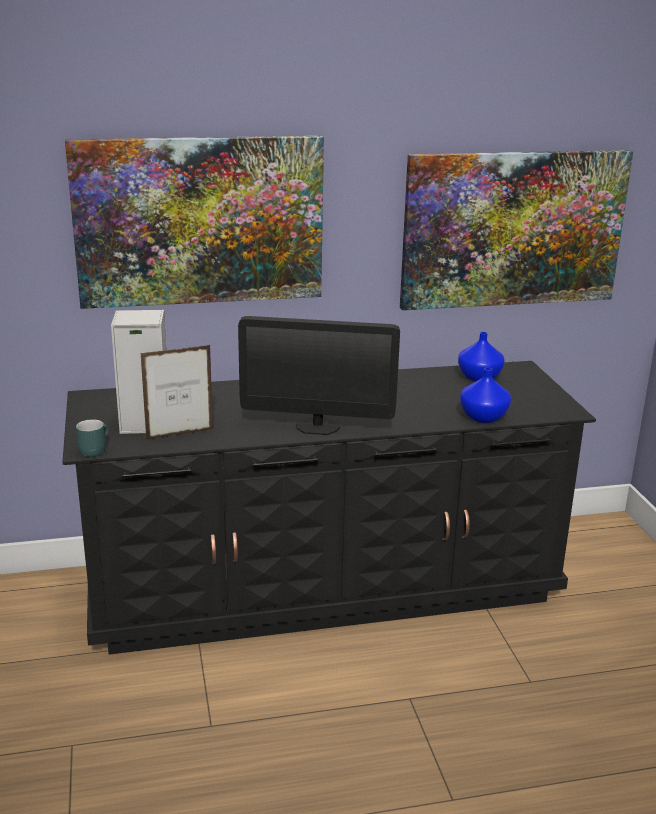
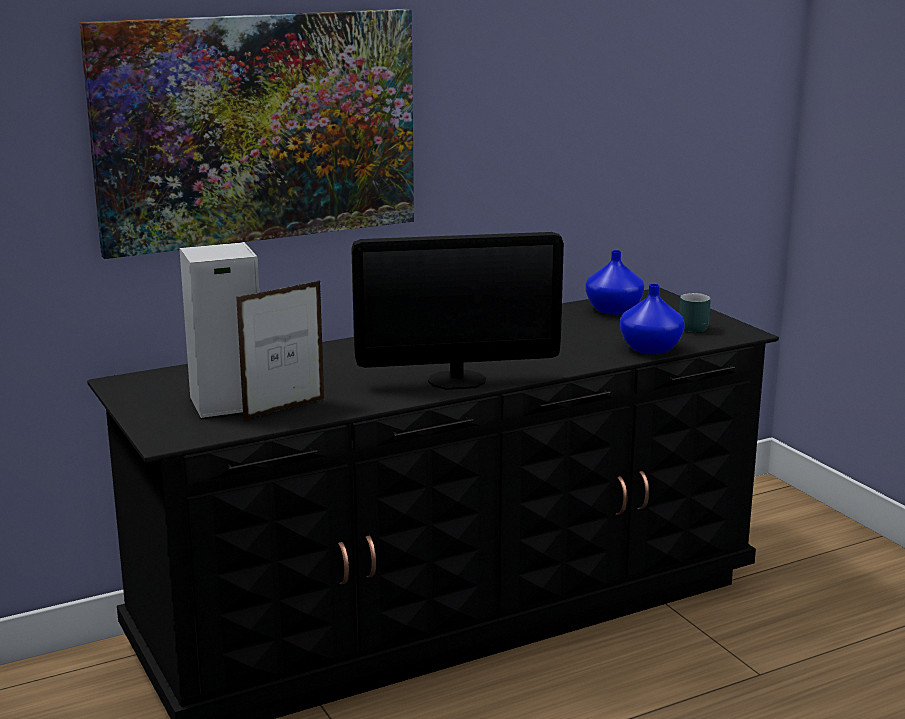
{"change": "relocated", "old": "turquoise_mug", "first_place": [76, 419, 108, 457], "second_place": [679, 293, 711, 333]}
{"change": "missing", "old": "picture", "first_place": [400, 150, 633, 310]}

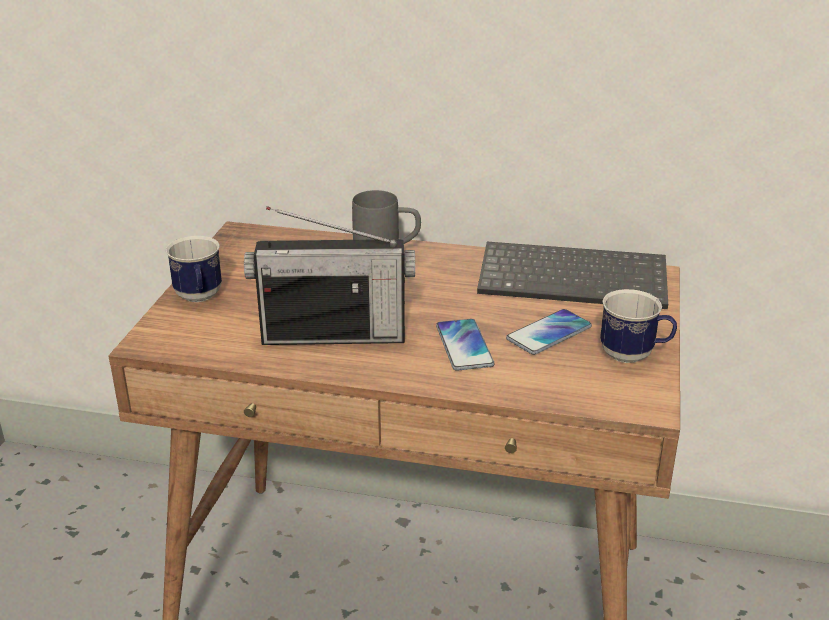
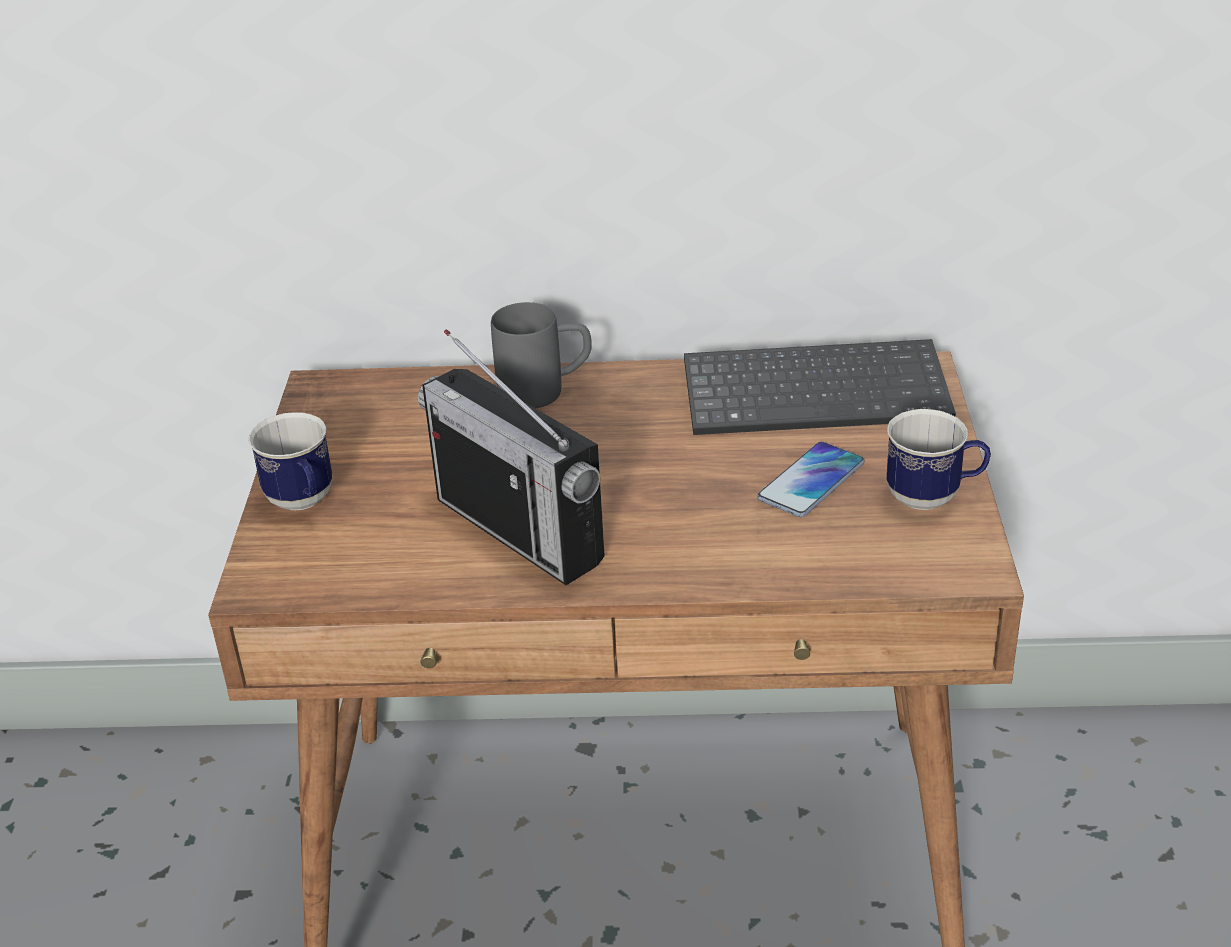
{"change": "spun", "old": "radio", "first_place": [244, 206, 415, 345], "second_place": [418, 329, 605, 585], "degrees": 60}
{"change": "missing", "old": "phone", "first_place": [436, 319, 495, 370]}

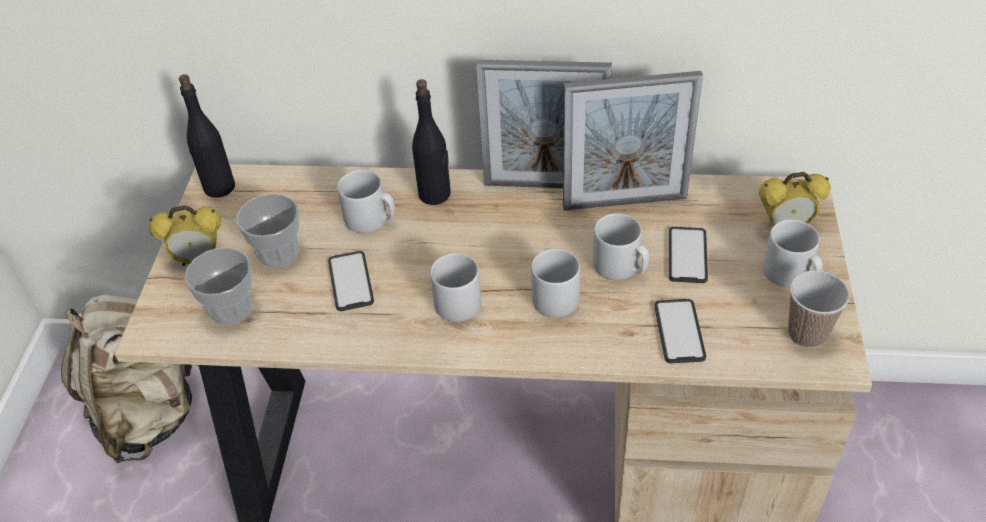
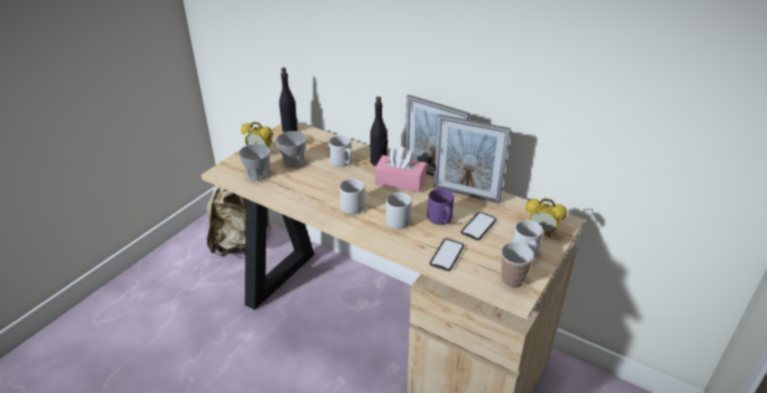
{"change": "missing", "old": "phone", "first_place": [328, 251, 374, 311]}
{"change": "colour", "old": "grey_mug", "new": "purple_mug", "first_place": [593, 213, 649, 280], "second_place": [427, 189, 454, 225]}
{"change": "appeared", "new": "pink_tissue_box", "second_place": [375, 147, 427, 192]}

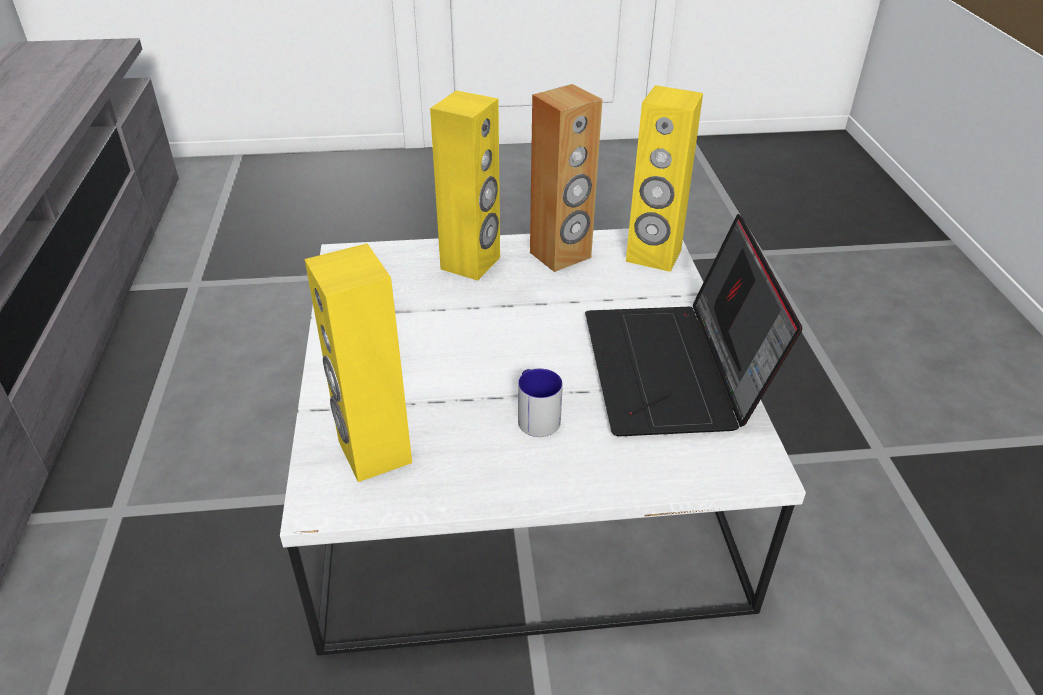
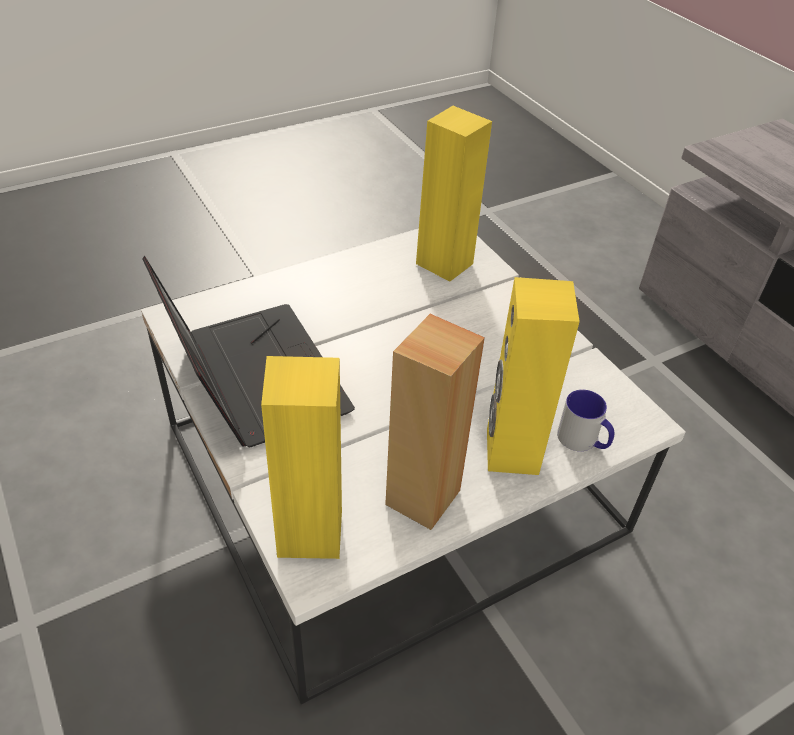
{"change": "relocated", "old": "mug", "first_place": [518, 369, 563, 437], "second_place": [557, 390, 614, 451]}

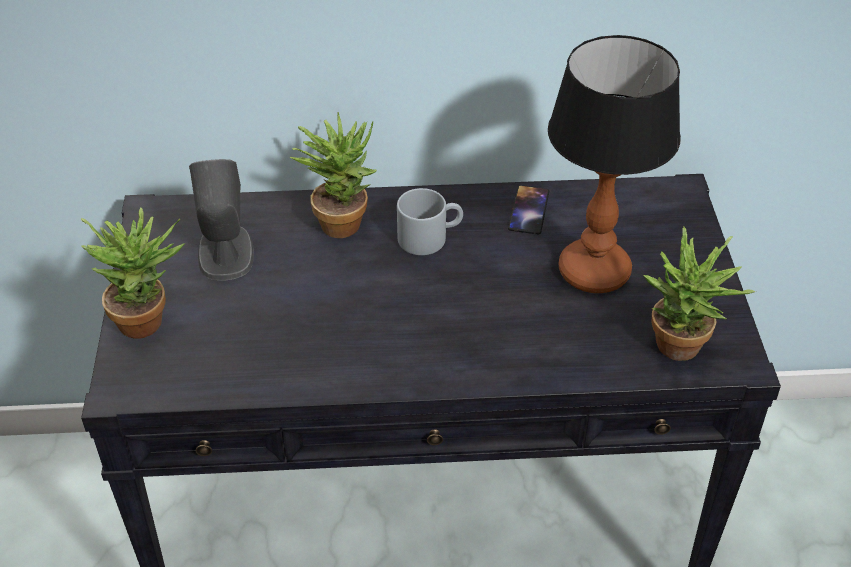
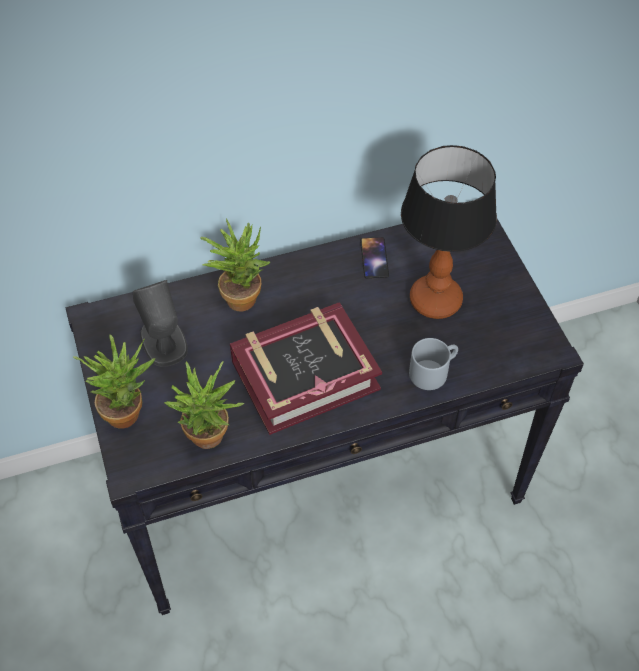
{"change": "relocated", "old": "grey_mug", "first_place": [397, 188, 463, 255], "second_place": [409, 338, 458, 390]}
{"change": "relocated", "old": "potted_plant", "first_place": [643, 227, 756, 361], "second_place": [164, 361, 245, 449]}
{"change": "appeared", "new": "book", "second_place": [230, 302, 382, 435]}

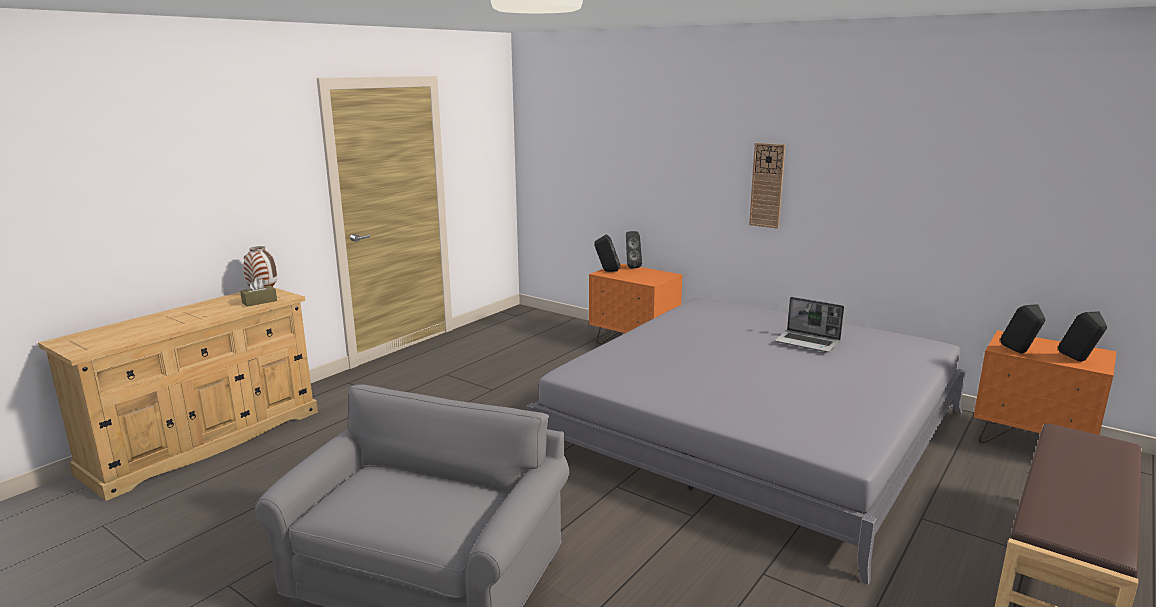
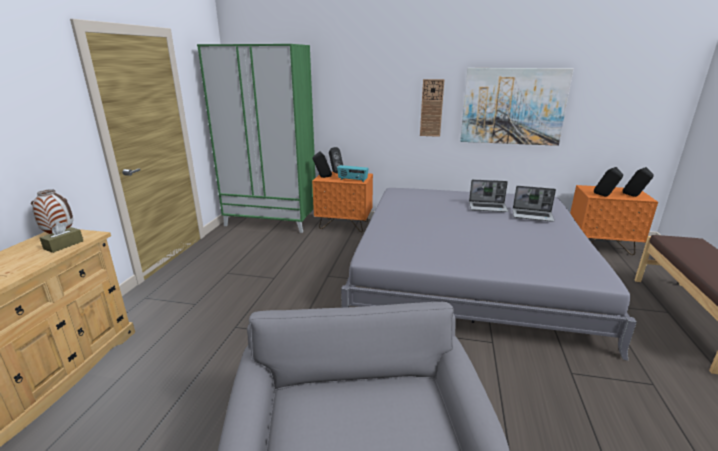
{"change": "appeared", "new": "green_wardrobe", "second_place": [197, 44, 316, 233]}
{"change": "appeared", "new": "radio", "second_place": [337, 165, 369, 182]}
{"change": "appeared", "new": "picture", "second_place": [460, 68, 574, 146]}
{"change": "appeared", "new": "laptop", "second_place": [513, 186, 556, 222]}

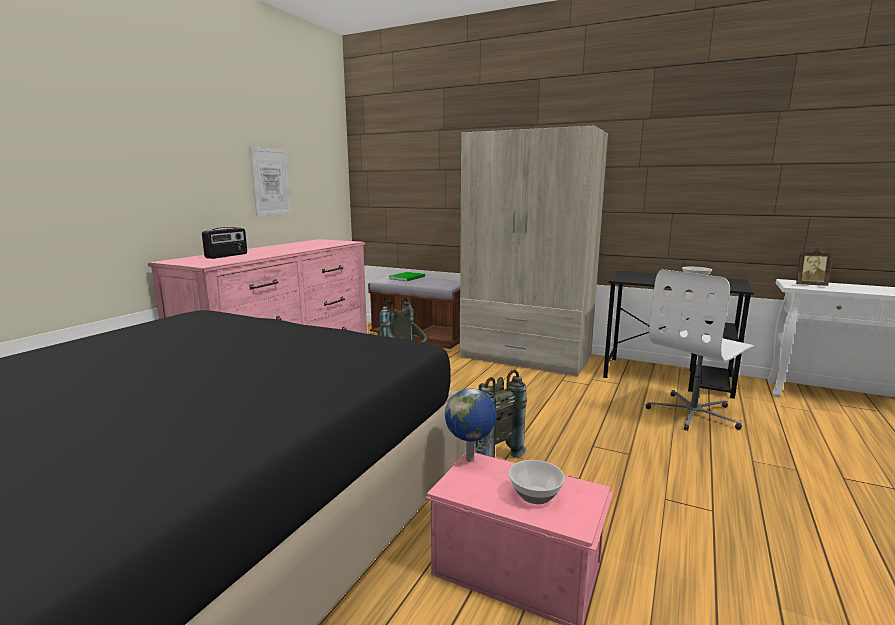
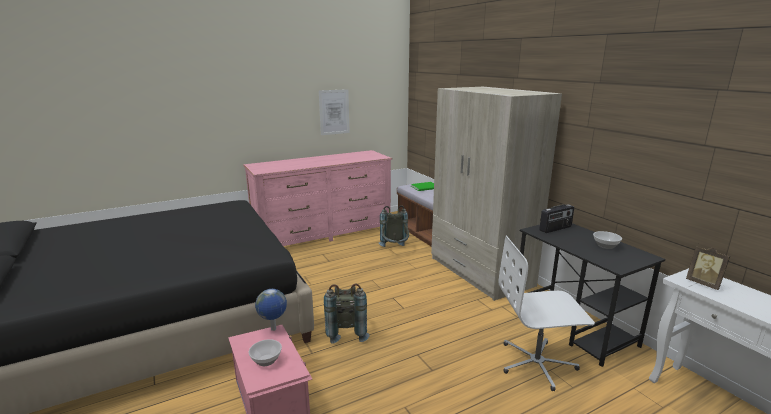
{"change": "relocated", "old": "radio", "first_place": [202, 227, 247, 259], "second_place": [539, 204, 574, 233]}

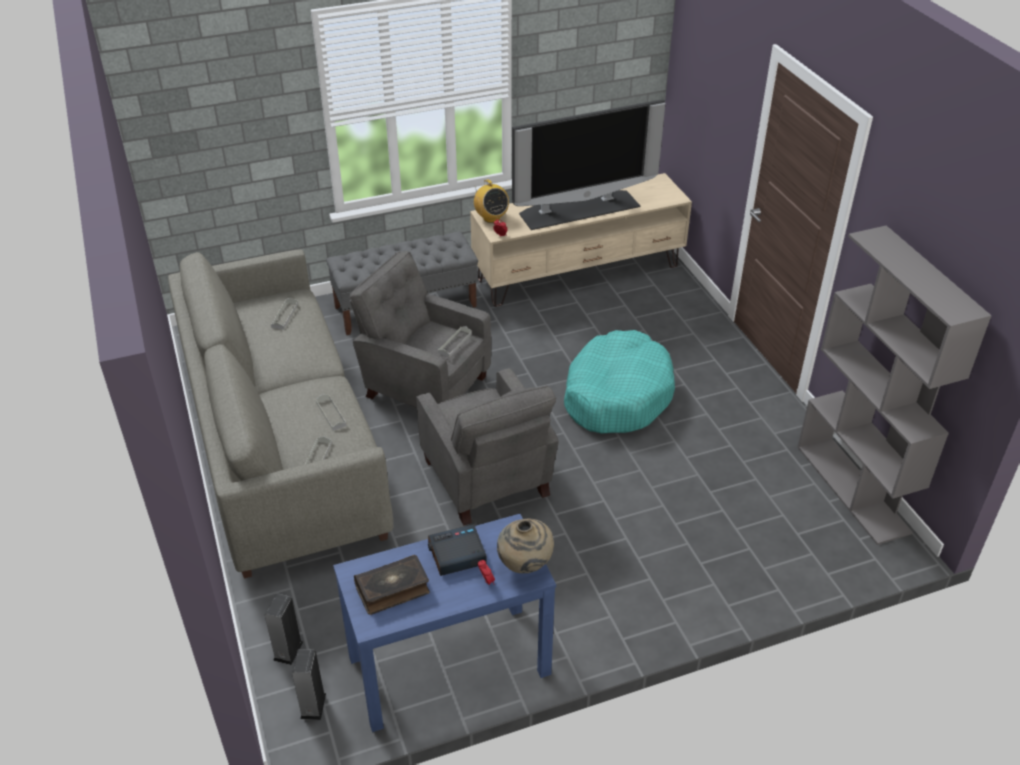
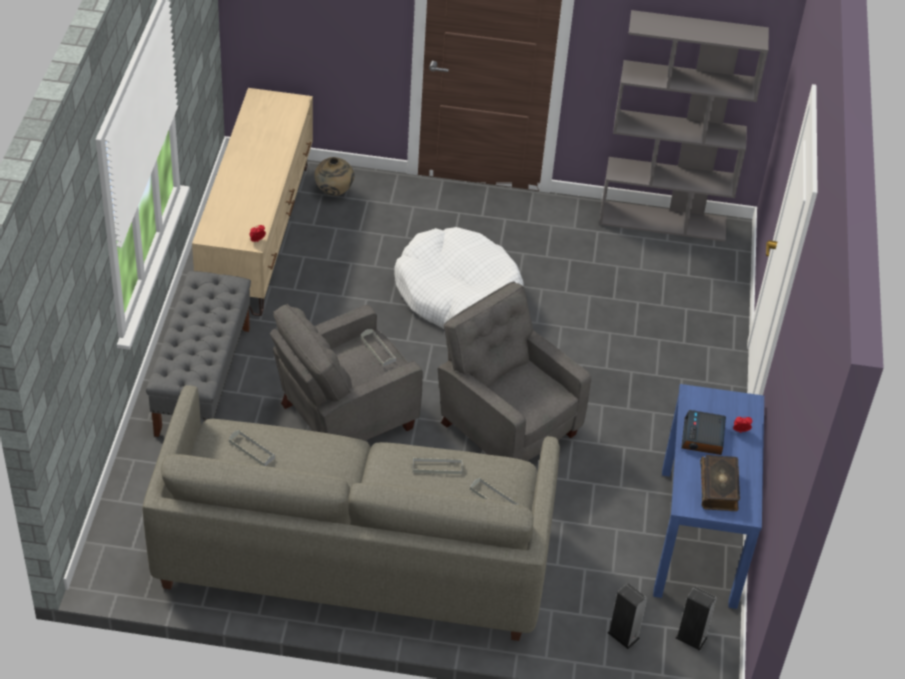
{"change": "spun", "old": "grey_armchair", "first_place": [416, 368, 559, 525], "second_place": [438, 281, 591, 461], "degrees": -135}
{"change": "missing", "old": "radio", "first_place": [474, 179, 509, 223]}
{"change": "relocated", "old": "beige_vase", "first_place": [497, 519, 554, 573], "second_place": [314, 157, 354, 196]}
{"change": "missing", "old": "television", "first_place": [512, 99, 666, 230]}
{"change": "colour", "old": "turquoise_dog_bed", "new": "white_dog_bed", "first_place": [564, 330, 675, 434], "second_place": [395, 227, 524, 329]}

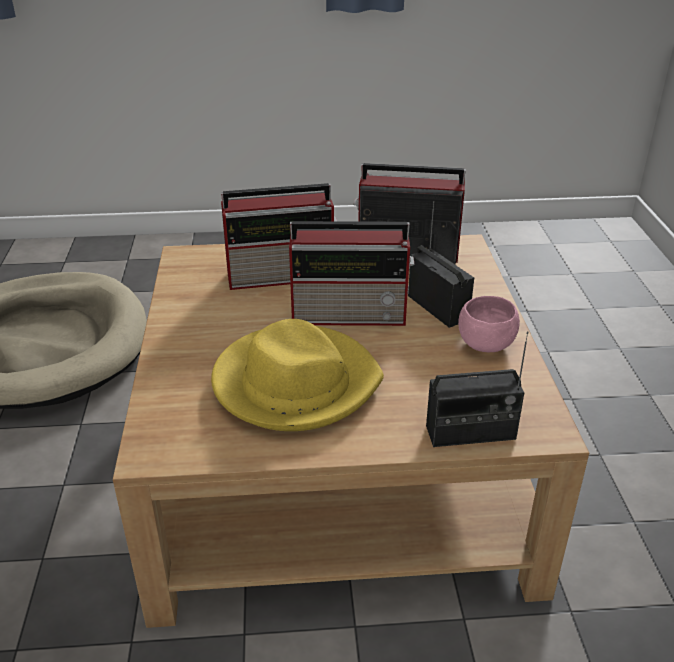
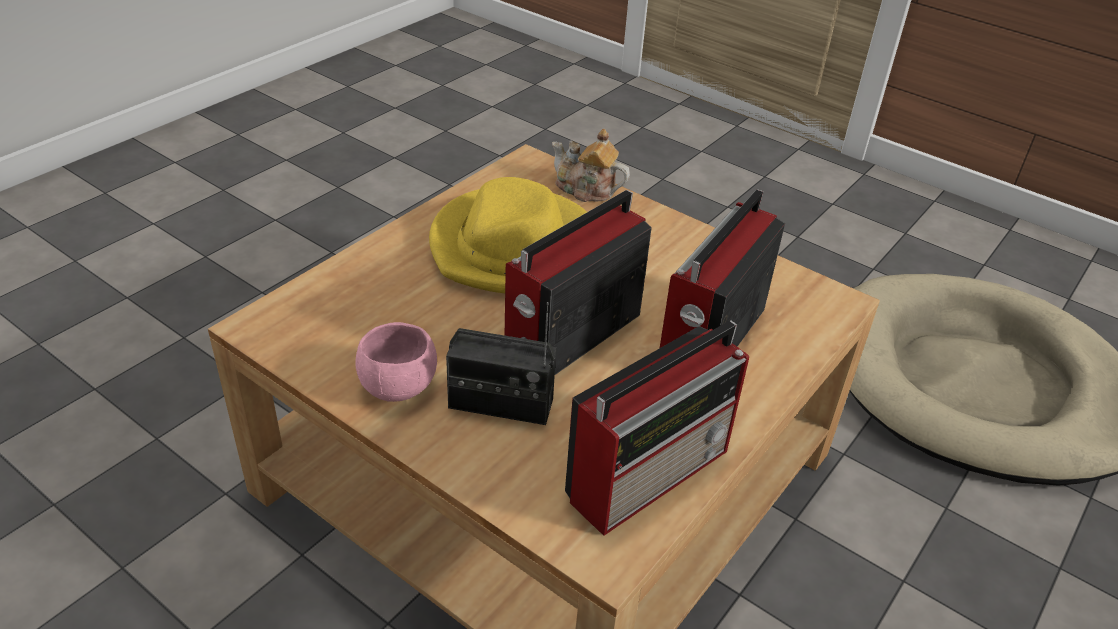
{"change": "missing", "old": "radio", "first_place": [426, 331, 528, 447]}
{"change": "appeared", "new": "teapot", "second_place": [552, 129, 630, 202]}

